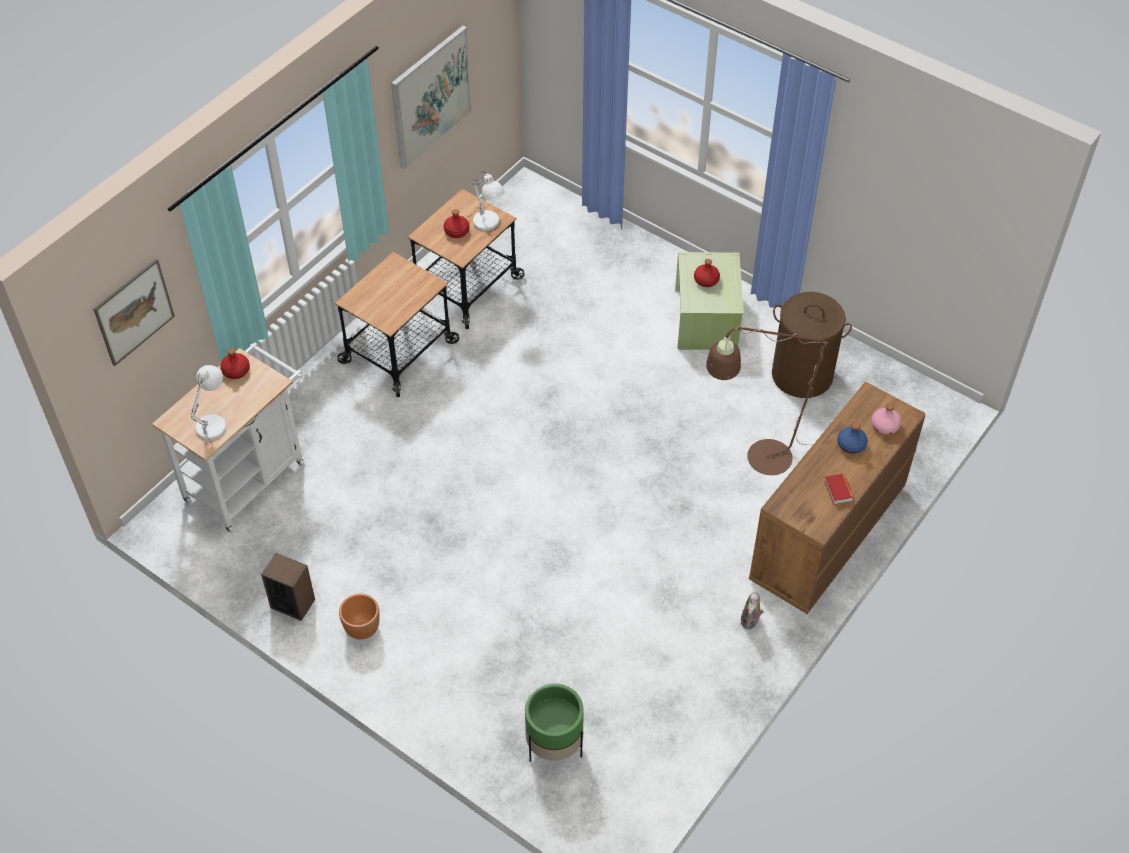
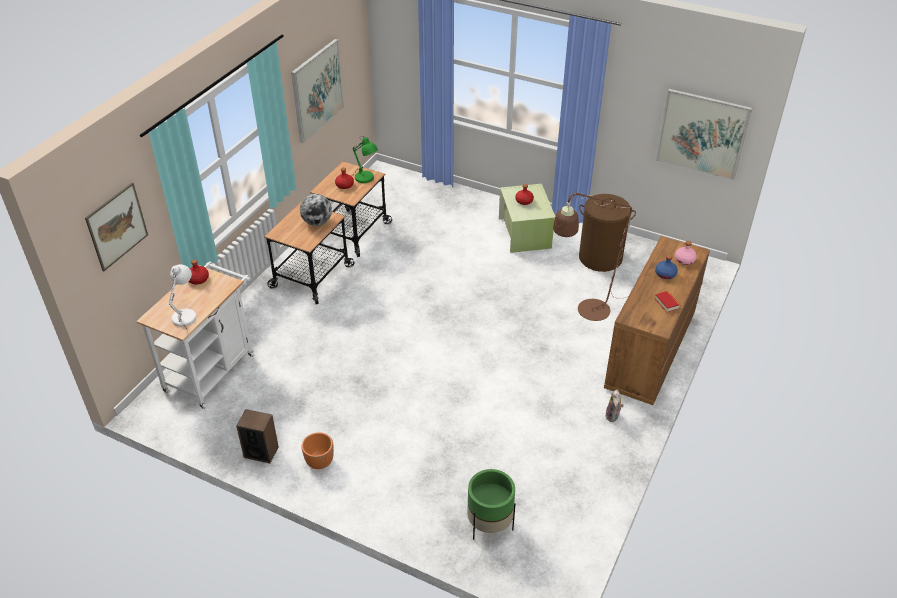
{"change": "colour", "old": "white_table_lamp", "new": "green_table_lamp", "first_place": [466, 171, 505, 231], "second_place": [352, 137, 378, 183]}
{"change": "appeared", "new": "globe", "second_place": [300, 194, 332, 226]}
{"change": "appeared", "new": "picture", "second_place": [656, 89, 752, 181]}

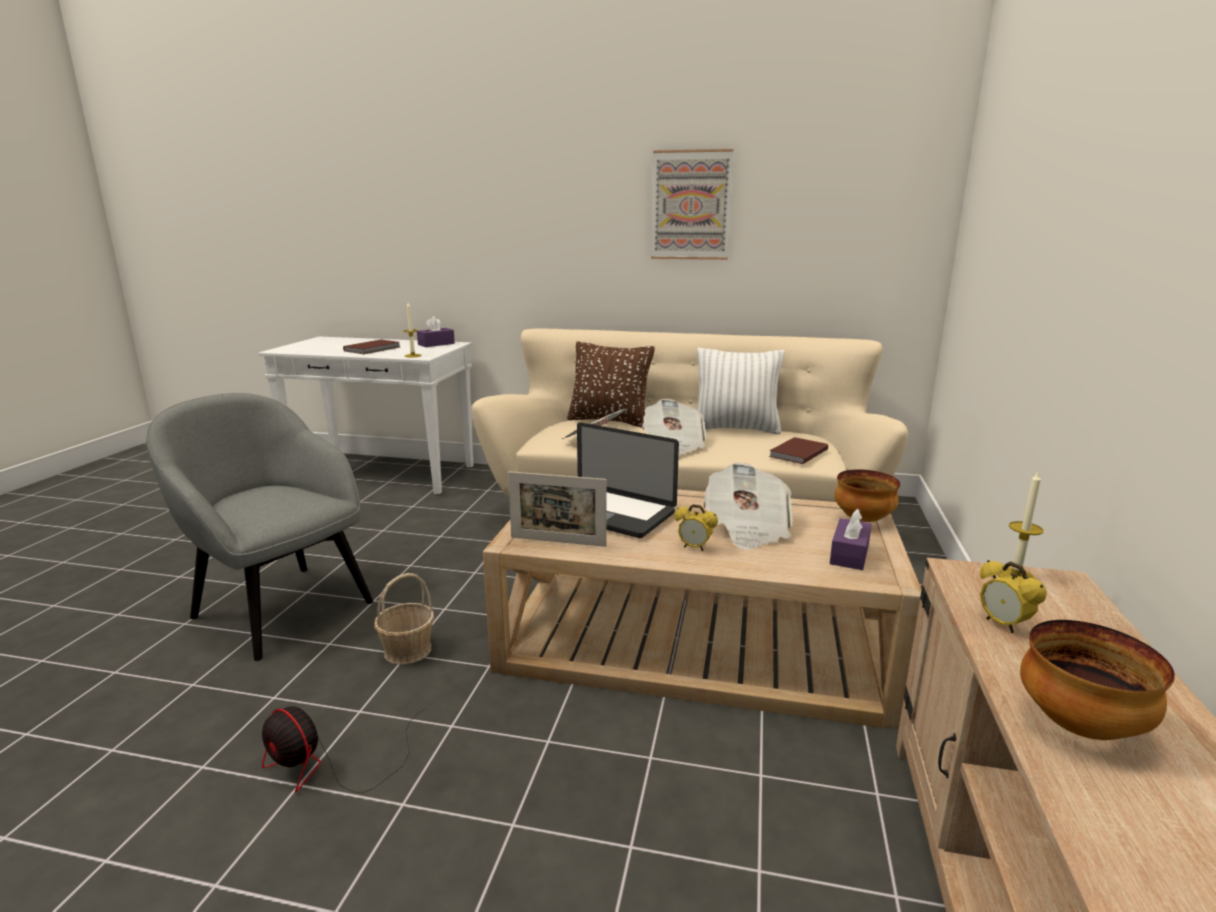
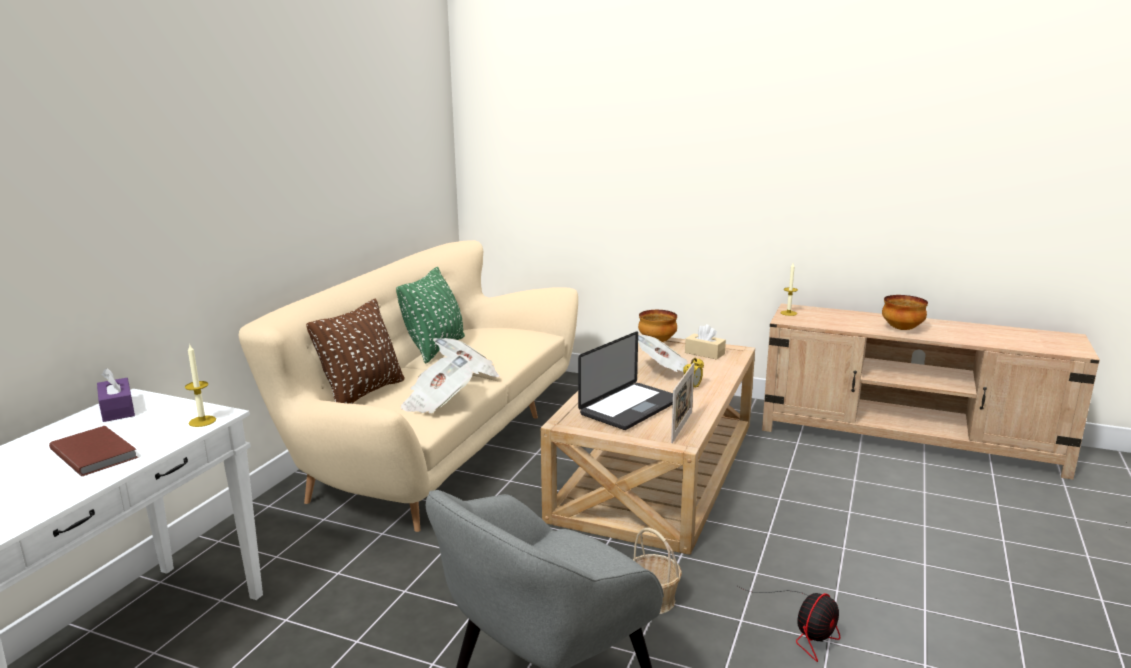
{"change": "missing", "old": "picture", "first_place": [651, 149, 734, 260]}
{"change": "colour", "old": "white_pillow", "new": "green_pillow", "first_place": [697, 348, 785, 434], "second_place": [396, 267, 465, 364]}
{"change": "missing", "old": "brown_book", "first_place": [769, 437, 828, 464]}
{"change": "colour", "old": "purple_tissue_box", "new": "beige_tissue_box", "first_place": [830, 509, 872, 570], "second_place": [685, 324, 726, 360]}
{"change": "missing", "old": "alarm_clock", "first_place": [980, 560, 1047, 634]}

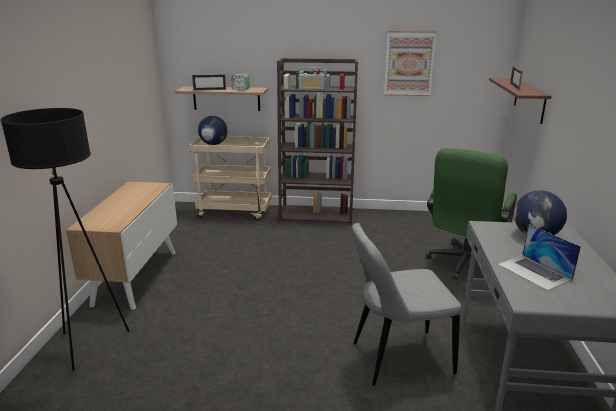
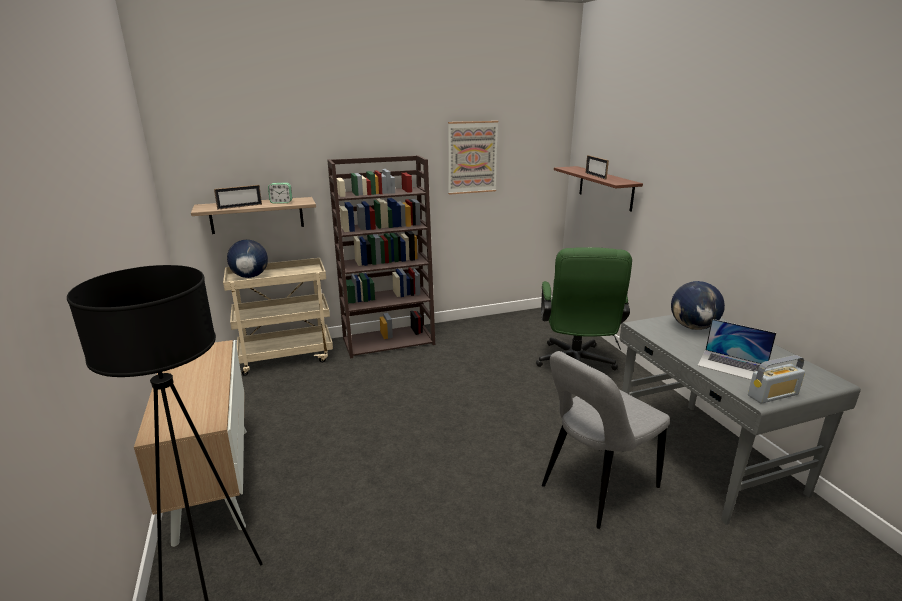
{"change": "relocated", "old": "radio", "first_place": [298, 67, 326, 90], "second_place": [748, 355, 805, 404]}

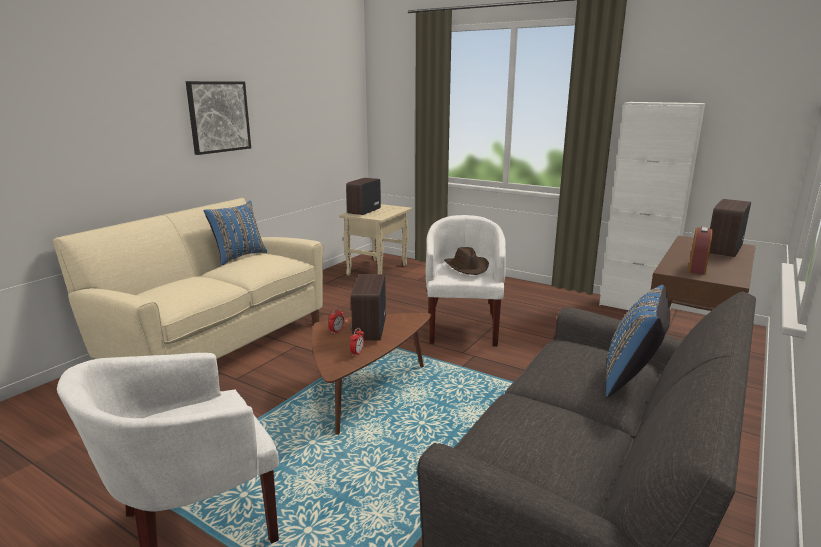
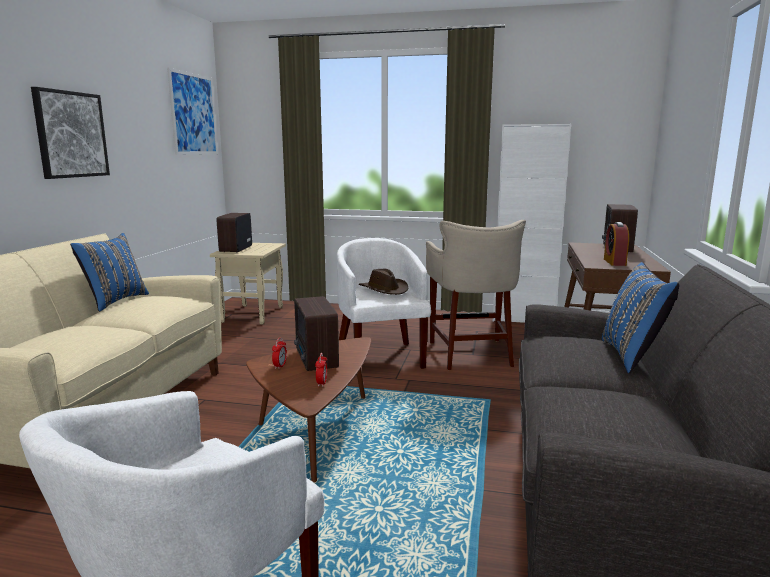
{"change": "appeared", "new": "picture", "second_place": [167, 68, 218, 155]}
{"change": "appeared", "new": "beige_stool", "second_place": [426, 220, 526, 370]}

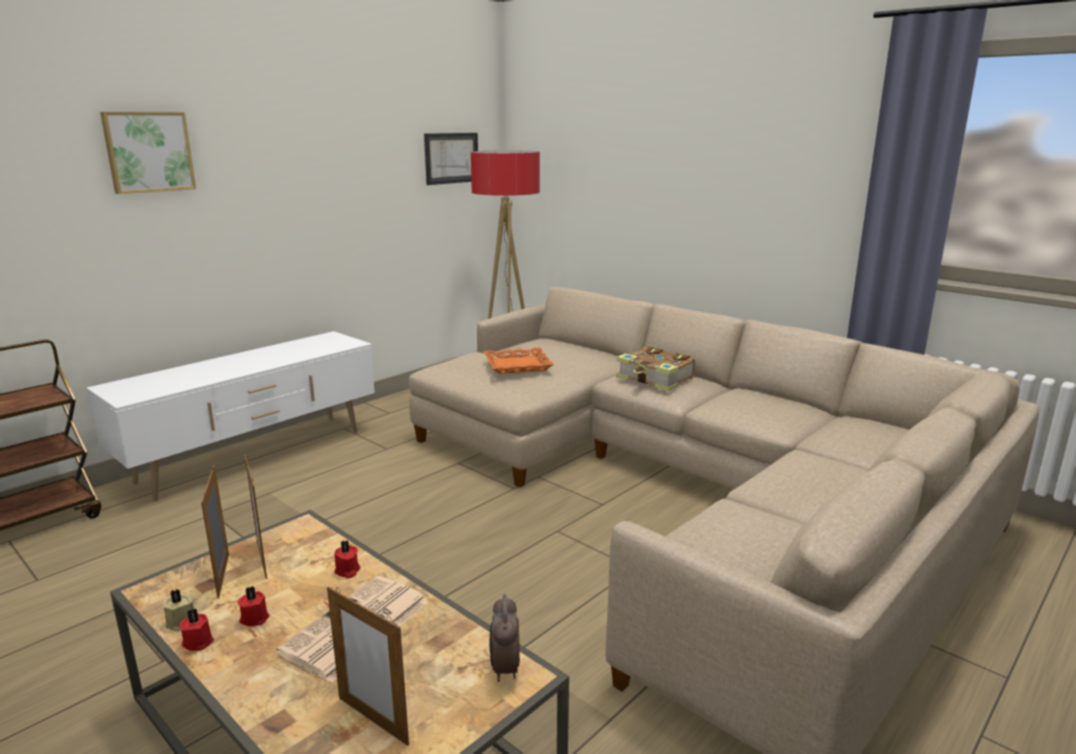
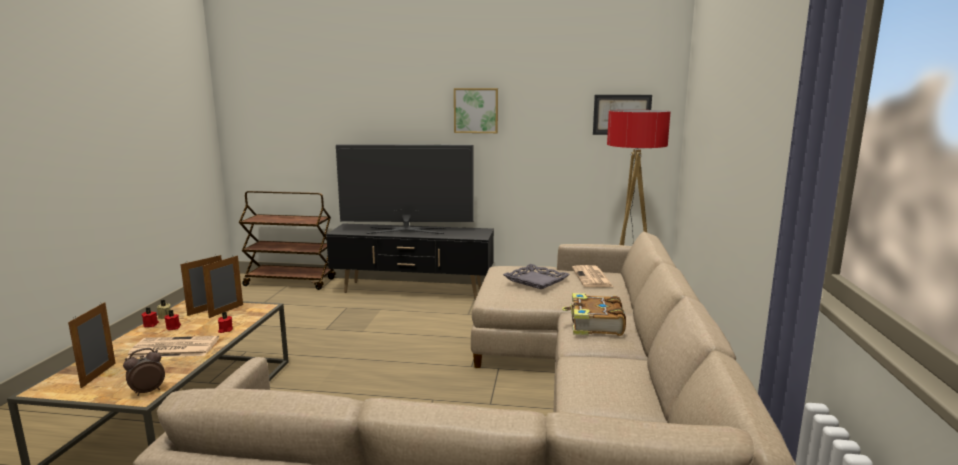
{"change": "colour", "old": "white_tv_stand", "new": "black_tv_stand", "first_place": [86, 331, 375, 501], "second_place": [326, 223, 494, 299]}
{"change": "relocated", "old": "picture", "first_place": [100, 112, 196, 194], "second_place": [454, 88, 498, 133]}
{"change": "colour", "old": "orange_tray", "new": "grey_tray", "first_place": [484, 347, 554, 374], "second_place": [503, 264, 570, 289]}
{"change": "appeared", "new": "television", "second_place": [336, 144, 474, 234]}
{"change": "appeared", "new": "newspaper", "second_place": [572, 265, 614, 287]}

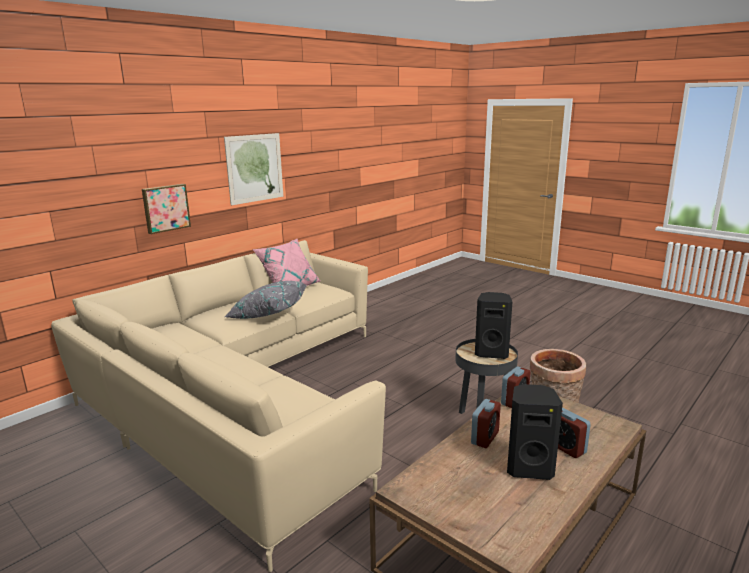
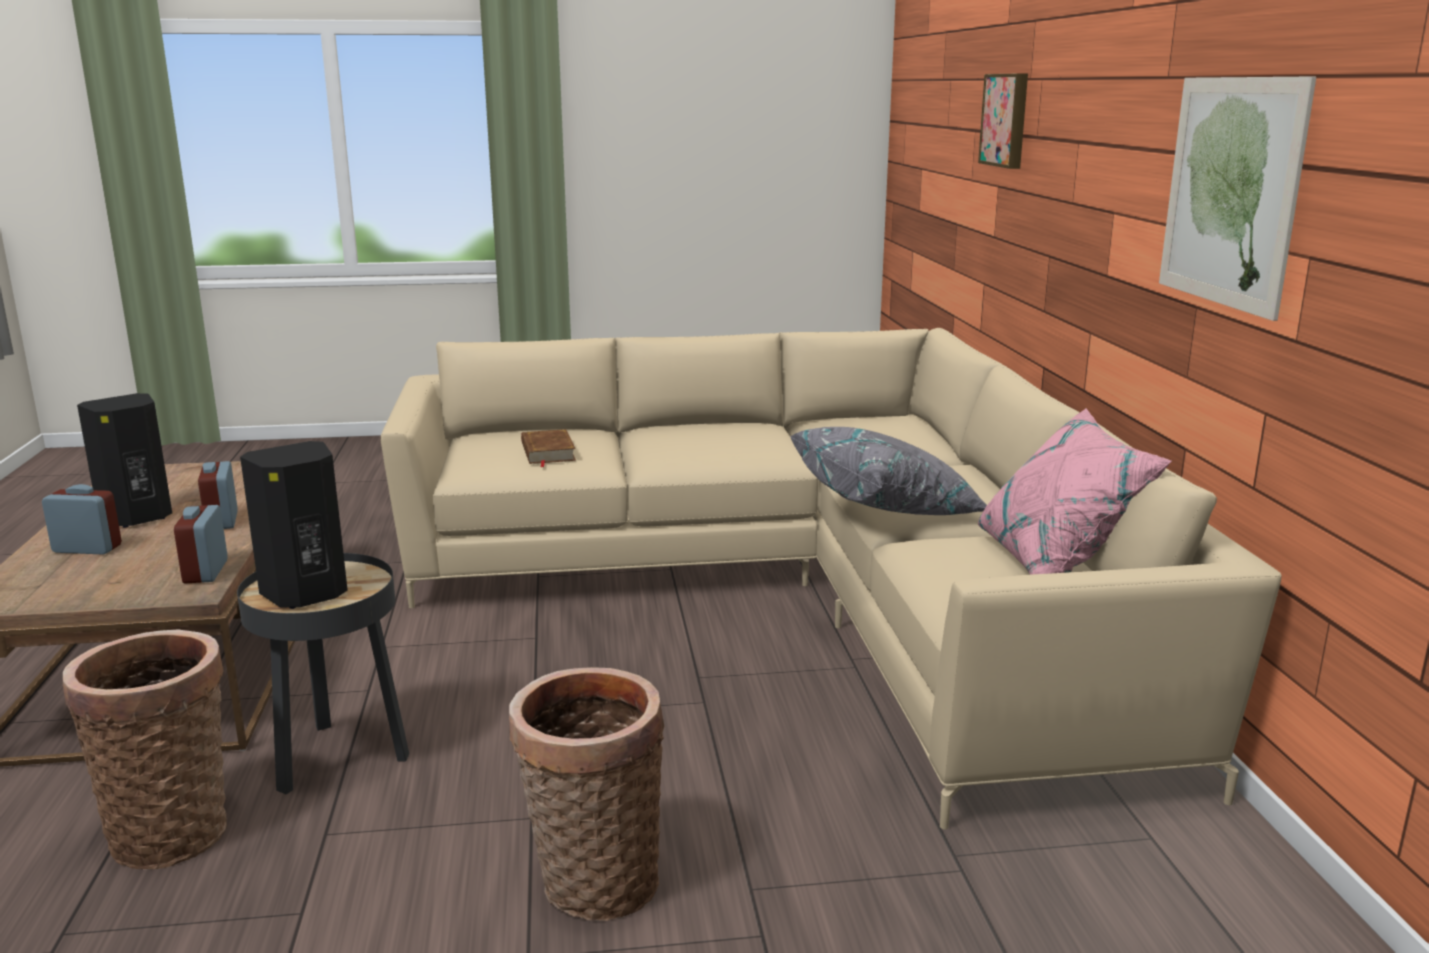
{"change": "relocated", "old": "picture", "first_place": [142, 184, 191, 234], "second_place": [978, 73, 1028, 169]}
{"change": "appeared", "new": "basket", "second_place": [509, 667, 664, 921]}
{"change": "appeared", "new": "brown_book", "second_place": [521, 429, 576, 467]}

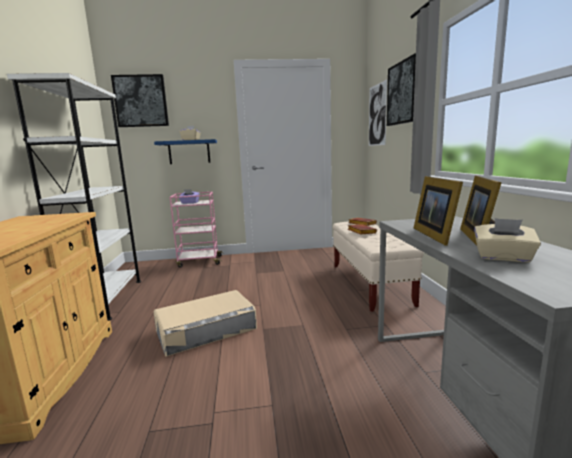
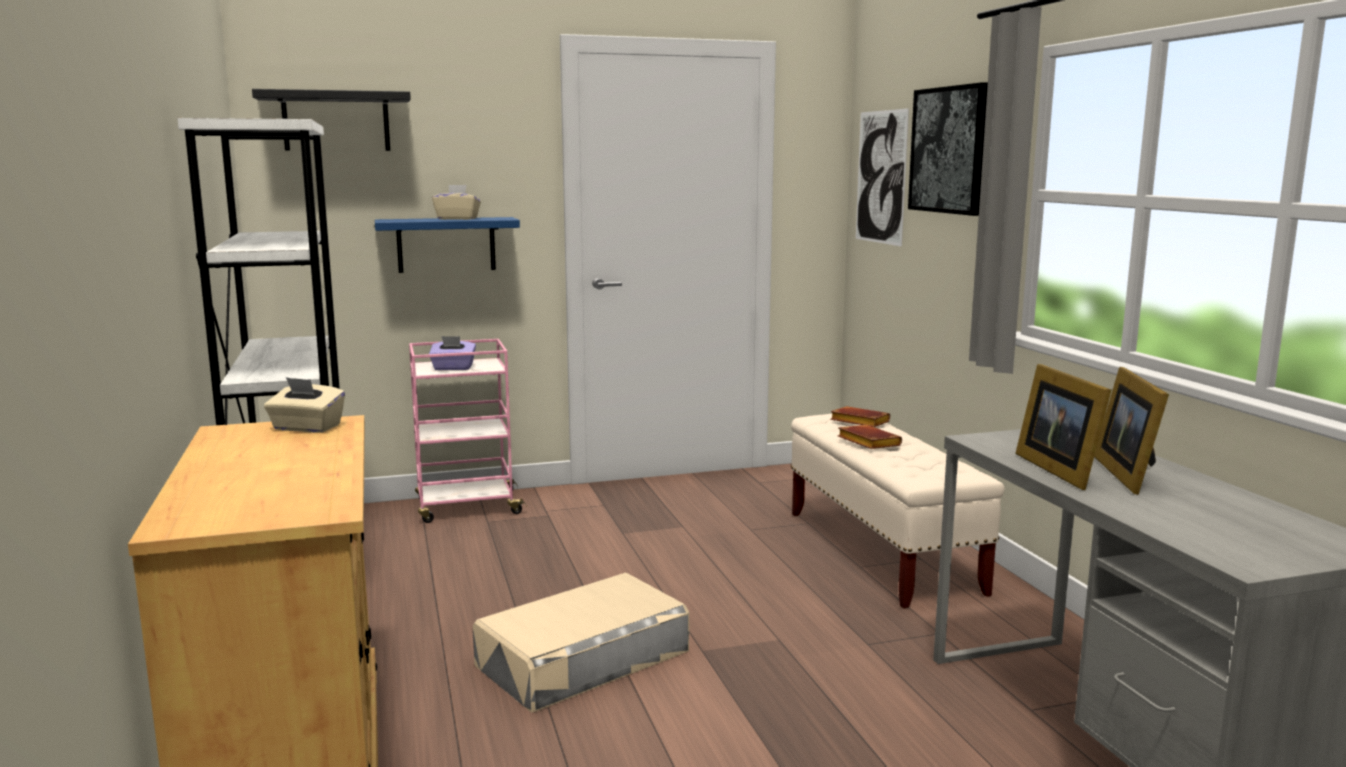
{"change": "exchanged", "old": "picture", "new": "black_shelf", "first_place": [111, 74, 169, 127], "second_place": [252, 89, 411, 151]}
{"change": "relocated", "old": "beige_tissue_box", "first_place": [474, 218, 541, 262], "second_place": [264, 377, 345, 433]}

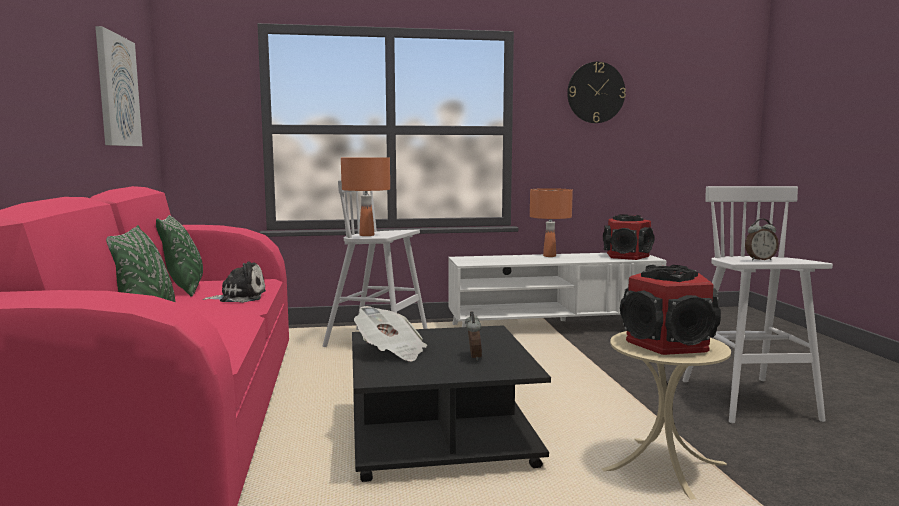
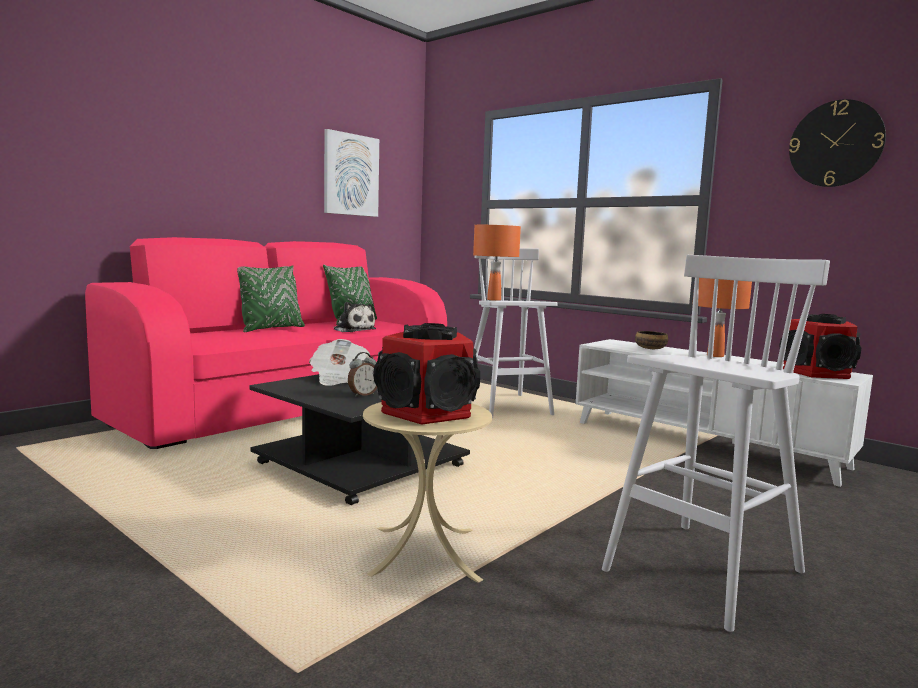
{"change": "missing", "old": "alarm_clock", "first_place": [745, 219, 779, 260]}
{"change": "appeared", "new": "bowl", "second_place": [635, 331, 668, 349]}

